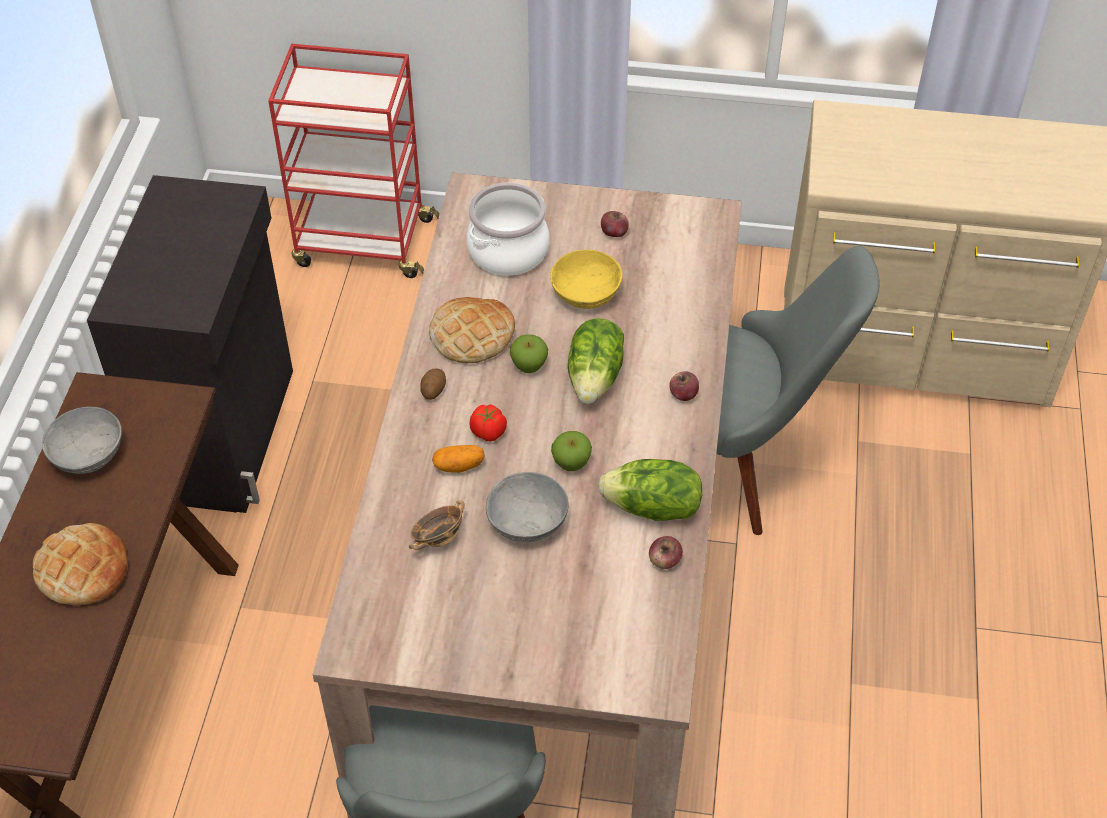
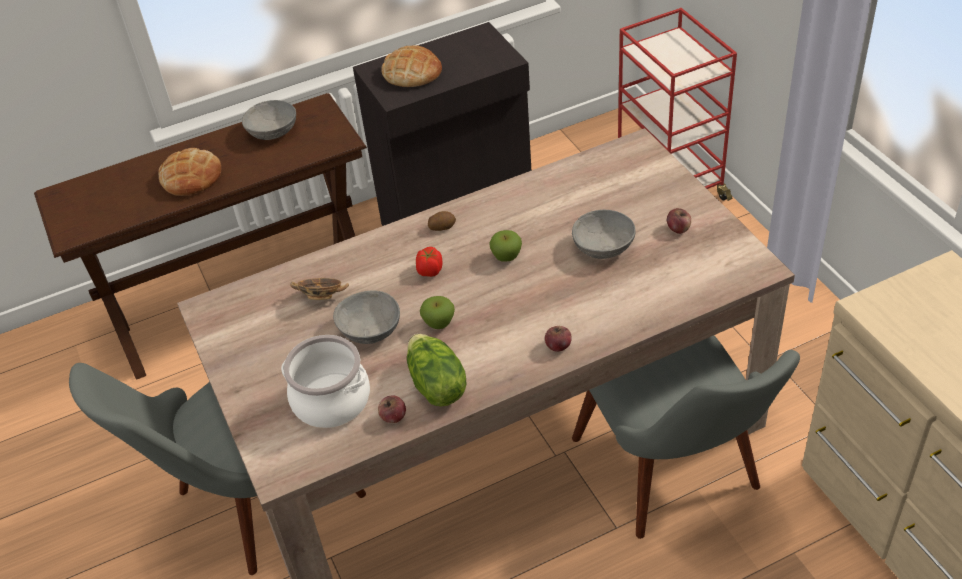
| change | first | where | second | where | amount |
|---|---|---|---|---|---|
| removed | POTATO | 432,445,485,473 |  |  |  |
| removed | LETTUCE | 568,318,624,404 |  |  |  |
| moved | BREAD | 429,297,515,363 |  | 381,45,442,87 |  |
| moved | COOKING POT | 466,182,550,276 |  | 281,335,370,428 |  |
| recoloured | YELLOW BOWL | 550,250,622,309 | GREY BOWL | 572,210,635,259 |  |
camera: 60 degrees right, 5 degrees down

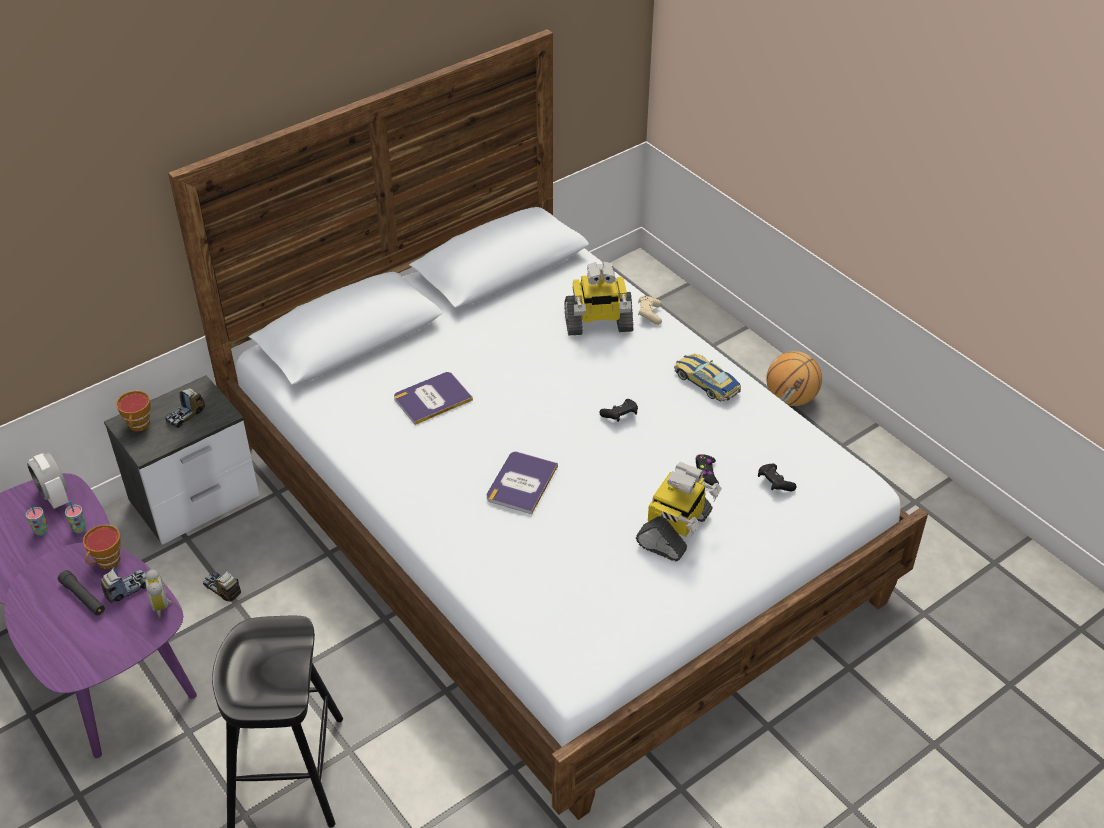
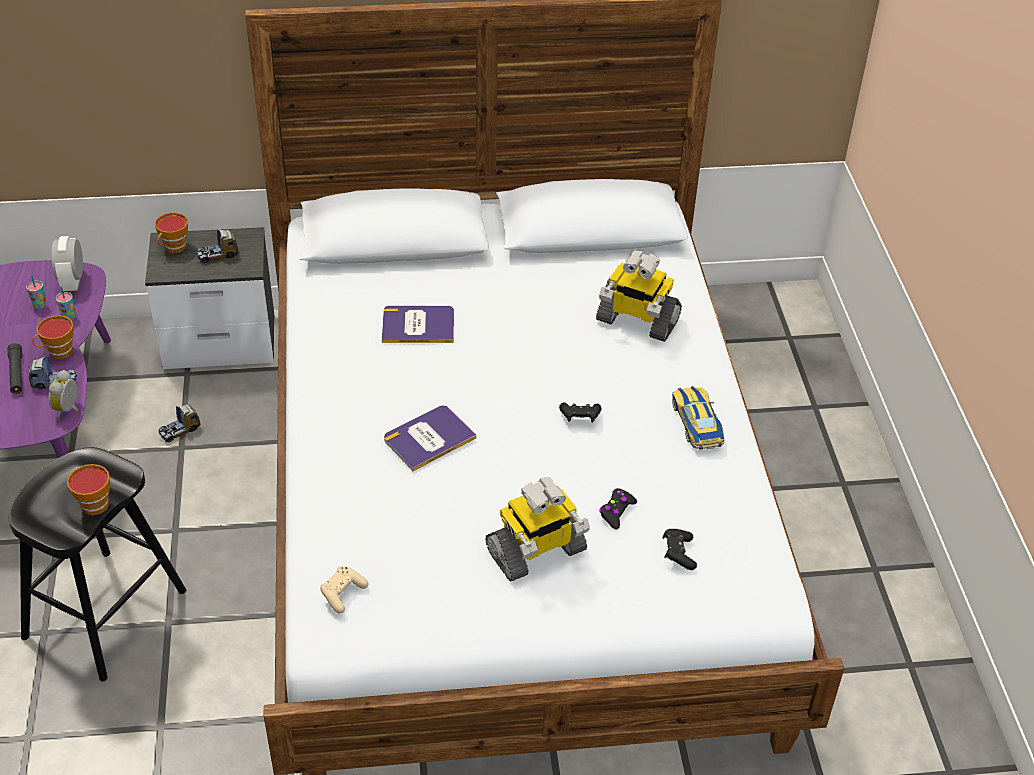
| change | first | where | second | where | amount |
|---|---|---|---|---|---|
| removed | BASKETBALL | 766,351,822,406 |  |  |  |
| added |  |  | CUP | 67,464,110,515 |  |
| moved | BEIGE GAME CONTROLLER | 638,296,662,325 |  | 320,566,368,614 |  |
| turned | TOY TRUCK | 203,570,241,602 |  | 159,404,200,442 | 105 degrees counterclockwise |
camera: 30 degrees right, 0 degrees up

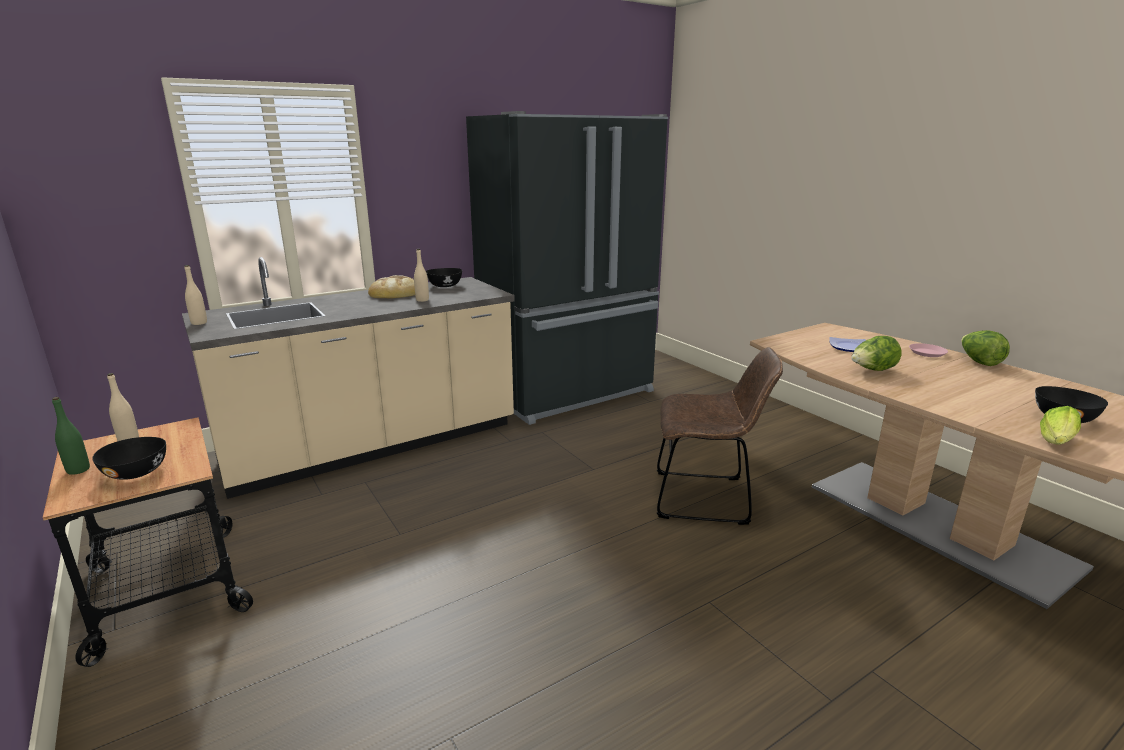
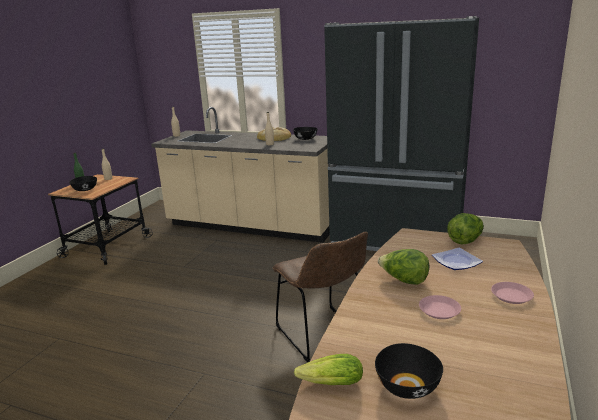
| change | first | where | second | where | amount |
|---|---|---|---|---|---|
| added |  |  | PINK PLATE | 419,295,461,319 |  |
| moved | LETTUCE | 961,330,1010,366 |  | 447,213,484,244 |  |
camera: 55 degrees right, 0 degrees up

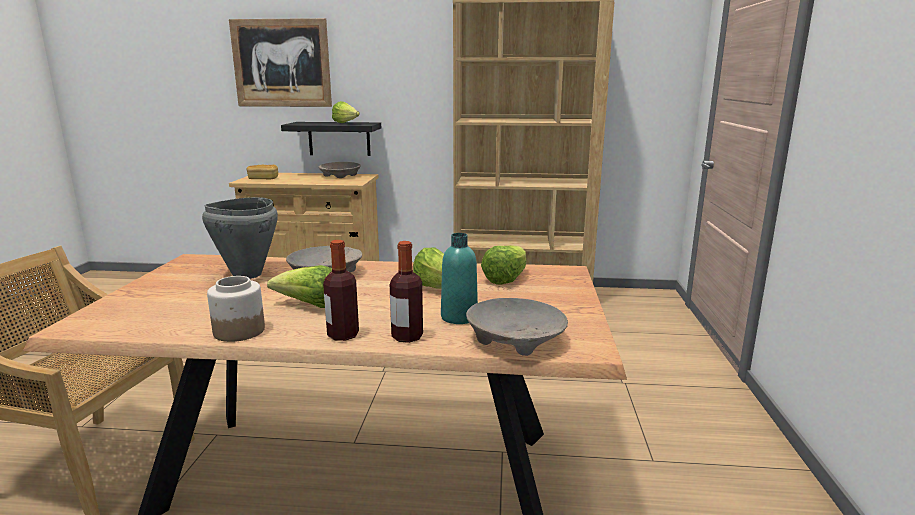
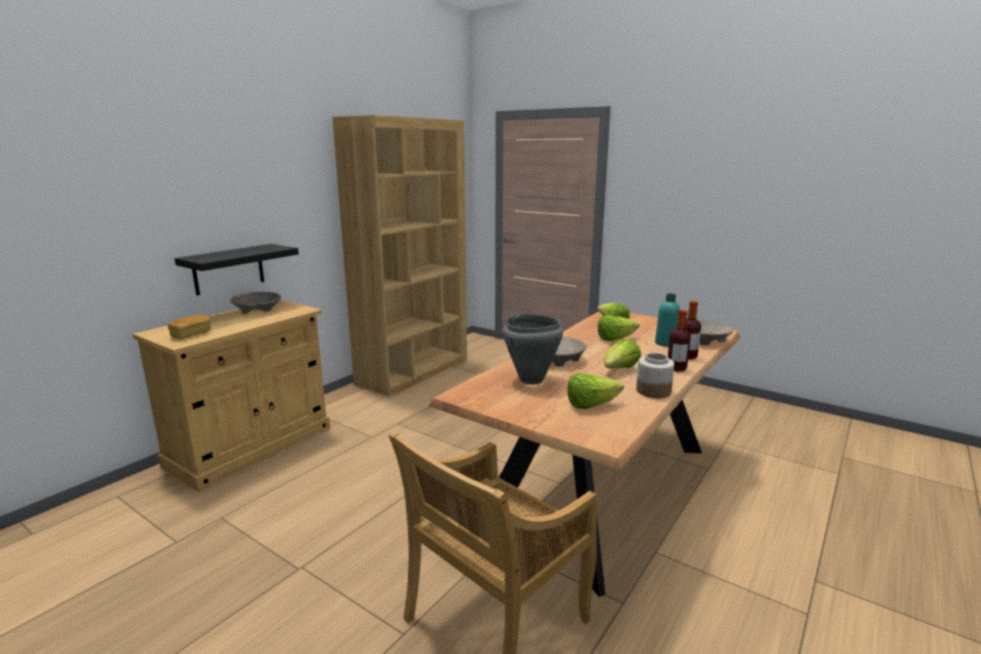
| change | first | where | second | where | amount |
|---|---|---|---|---|---|
| removed | PICTURE | 229,18,332,107 |  |  |  |
| moved | LETTUCE | 332,101,360,123 |  | 567,373,624,409 |  |
camera: 60 degrees left, 0 degrees up

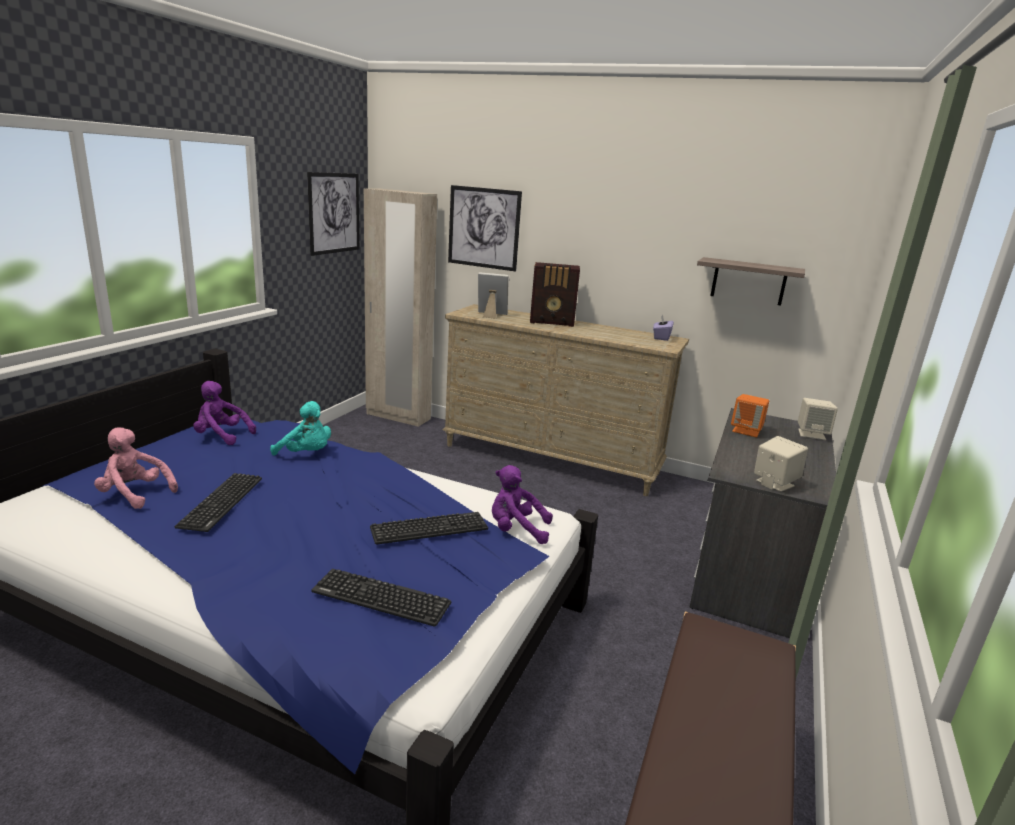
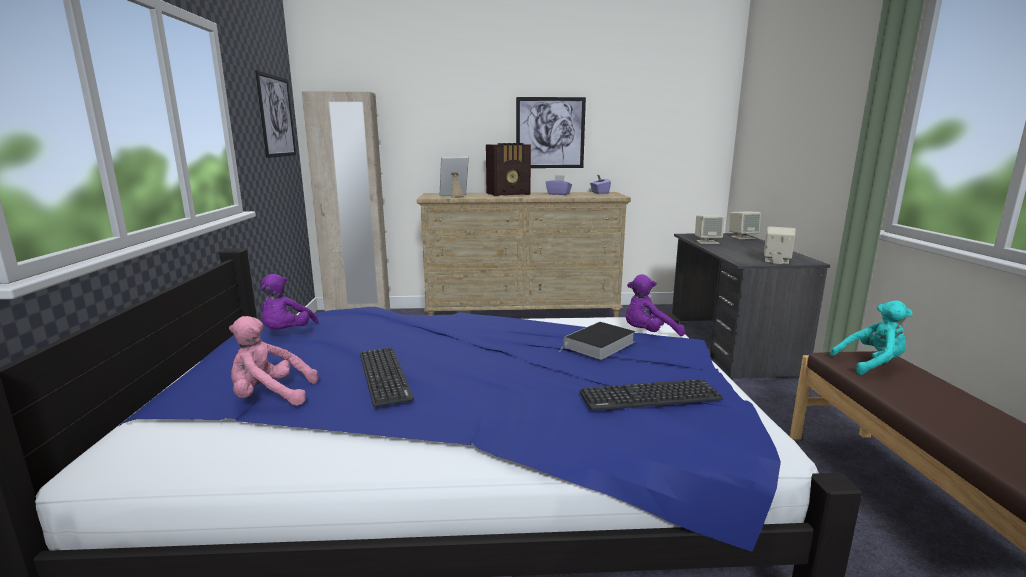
| change | first | where | second | where | amount |
|---|---|---|---|---|---|
| removed | SHELF | 697,257,805,306 |  |  |  |
| added |  |  | PURPLE TISSUE BOX | 546,175,572,195 |  |
| moved | TURQUOISE PLUSH TOY | 270,401,331,456 |  | 830,300,913,375 |  |
| moved | PICTURE | 448,185,522,271 |  | 516,97,586,168 |  |
| replaced | KEYBOARD | 370,512,488,545 | BOOK | 558,322,635,360 |  |
| recoloured | ORANGE SPEAKER | 731,394,769,437 | BEIGE SPEAKER | 695,215,725,244 |  |
| turned | PURPLE PLUSH TOY | 193,381,256,445 |  | 261,274,318,330 | 75 degrees counterclockwise |
camera: 25 degrees left, 5 degrees down

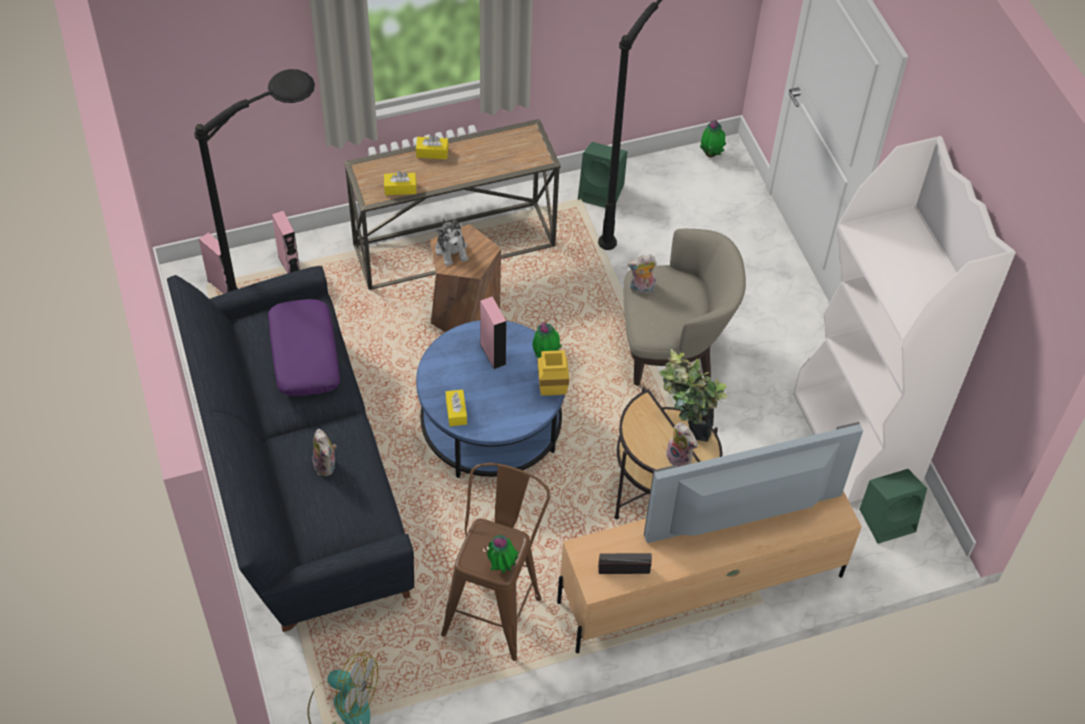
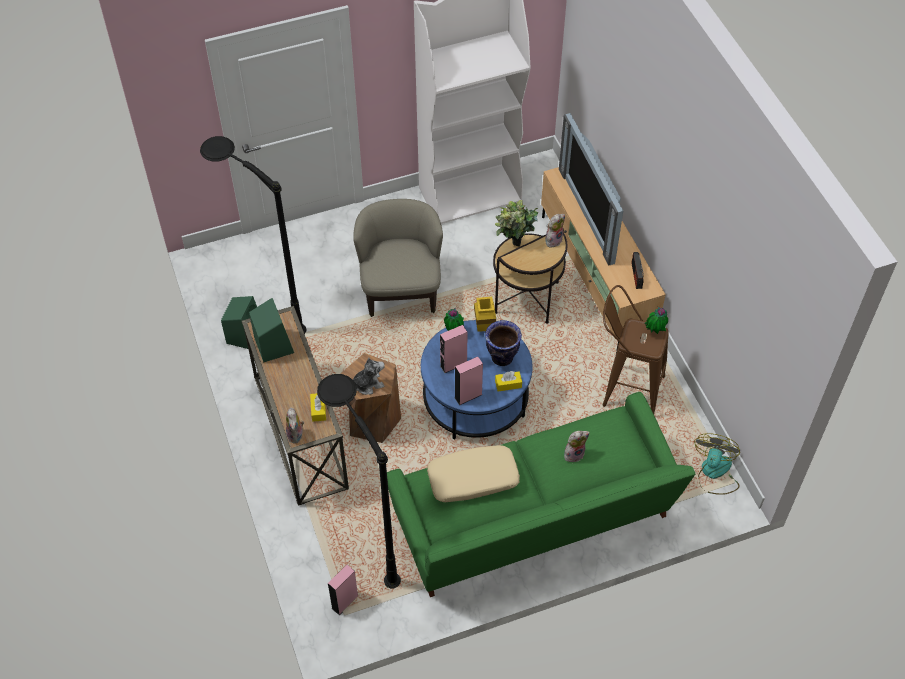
| change | first | where | second | where | amount |
|---|---|---|---|---|---|
| removed | YELLOW TISSUE BOX | 416,135,449,159 |  |  |  |
| removed | POTTED PLANT | 700,120,726,158 |  |  |  |
| added |  |  | VASE | 485,320,522,366 |  |
| moved | PINK SPEAKER | 272,211,300,274 |  | 455,357,483,405 |  |
| moved | PLUSH TOY | 628,254,657,294 |  | 286,407,304,444 |  |
| moved | GREEN SPEAKER | 859,469,927,544 |  | 249,298,294,362 |  |
| recoloured | BLACK SOFA | 167,266,414,632 | GREEN SOFA | 387,392,695,597 |  |
| recoloured | PURPLE PILLOW | 268,299,340,396 | BEIGE PILLOW | 427,445,520,502 |  |
camera: 90 degrees left, 0 degrees up

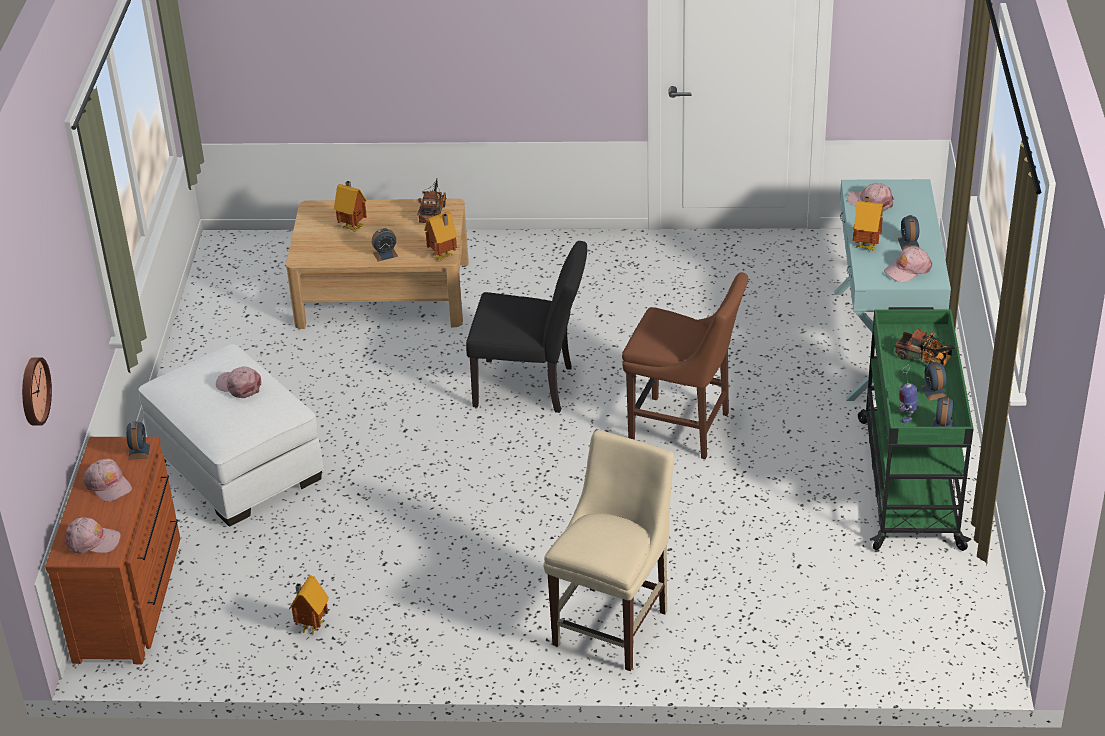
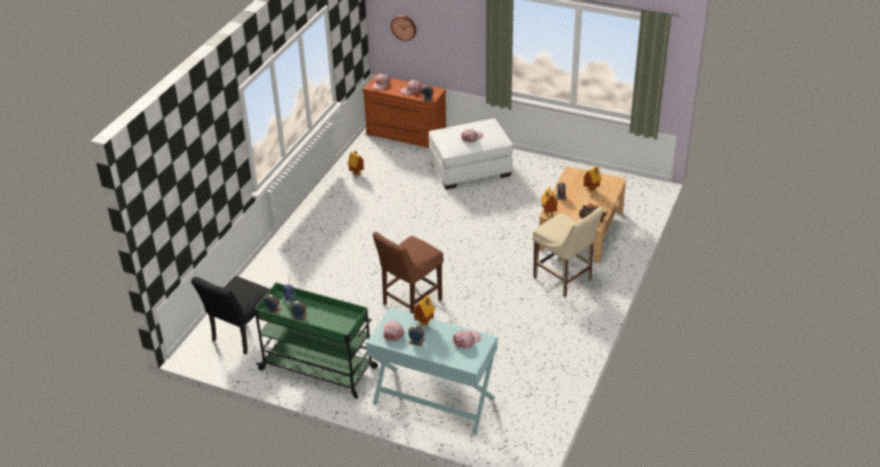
| change | first | where | second | where | amount |
|---|---|---|---|---|---|
| removed | TOY TRUCK | 895,327,957,366 |  |  |  |
| moved | BLACK CHAIR | 466,241,587,413 |  | 191,276,270,355 |  |
| moved | BEIGE CHAIR | 543,430,674,671 |  | 532,207,603,297 |  |
camera: 110 degrees right, 0 degrees up

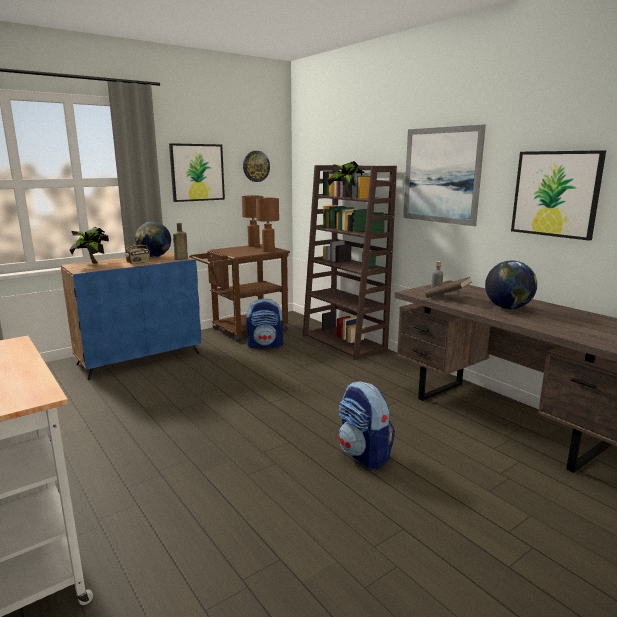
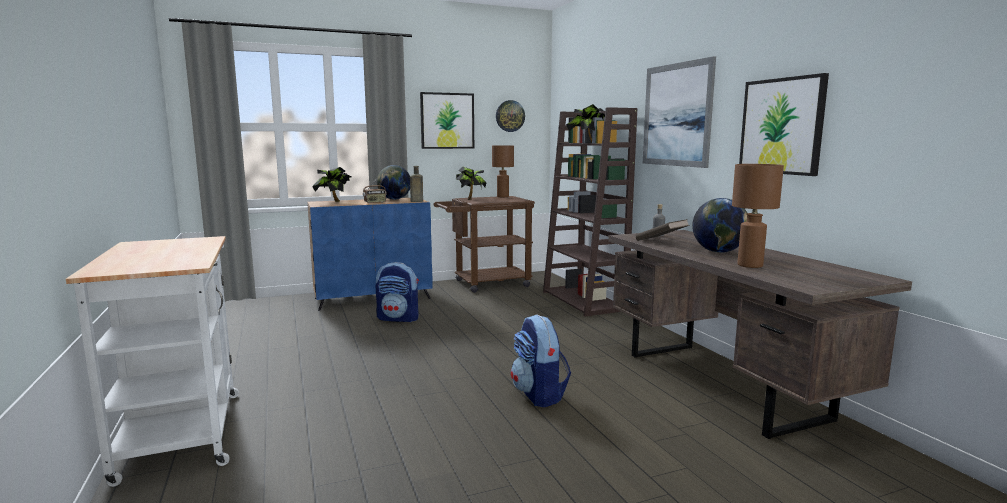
| change | first | where | second | where | amount |
|---|---|---|---|---|---|
| added |  |  | POTTED PLANT | 456,166,486,200 |  |
| moved | BACKPACK | 246,298,283,348 |  | 376,262,419,322 |  |
| moved | BROWN TABLE LAMP | 256,198,279,252 |  | 732,164,784,268 |  |
camera: 15 degrees right, 5 degrees down

